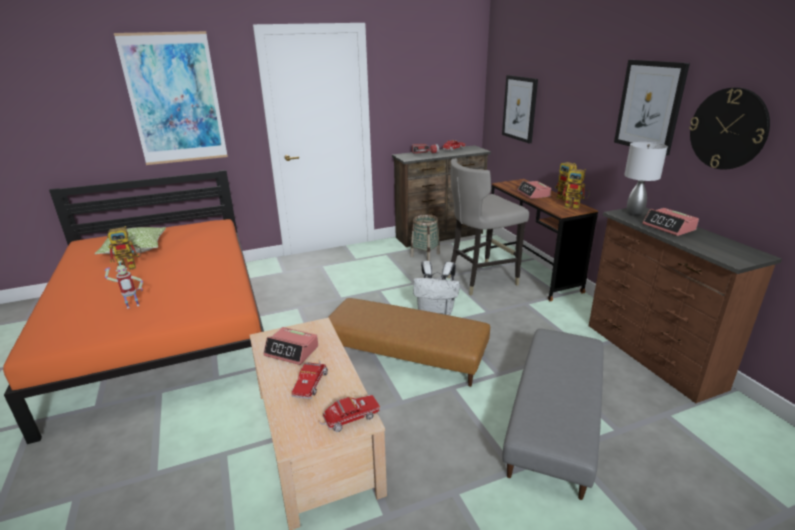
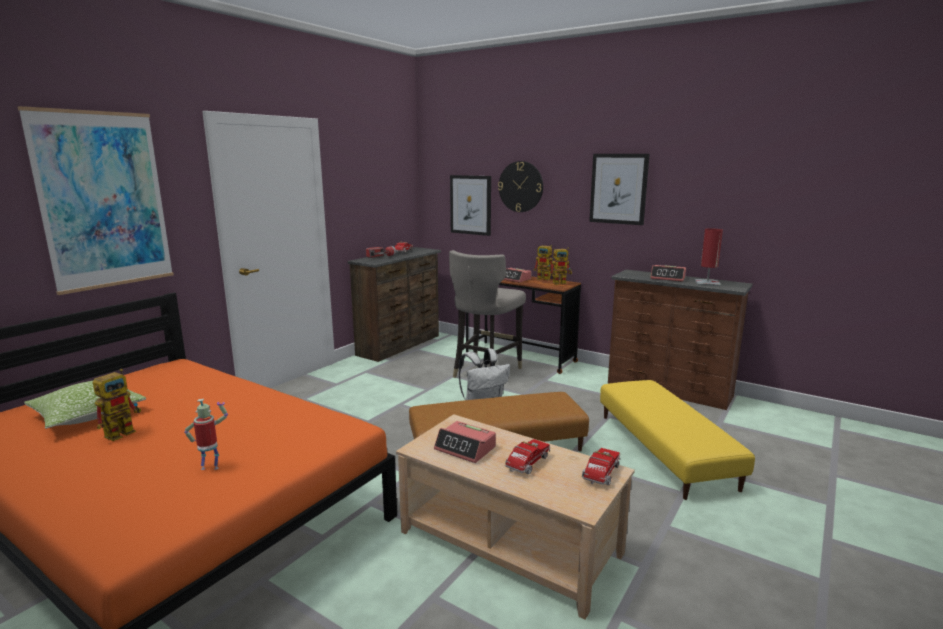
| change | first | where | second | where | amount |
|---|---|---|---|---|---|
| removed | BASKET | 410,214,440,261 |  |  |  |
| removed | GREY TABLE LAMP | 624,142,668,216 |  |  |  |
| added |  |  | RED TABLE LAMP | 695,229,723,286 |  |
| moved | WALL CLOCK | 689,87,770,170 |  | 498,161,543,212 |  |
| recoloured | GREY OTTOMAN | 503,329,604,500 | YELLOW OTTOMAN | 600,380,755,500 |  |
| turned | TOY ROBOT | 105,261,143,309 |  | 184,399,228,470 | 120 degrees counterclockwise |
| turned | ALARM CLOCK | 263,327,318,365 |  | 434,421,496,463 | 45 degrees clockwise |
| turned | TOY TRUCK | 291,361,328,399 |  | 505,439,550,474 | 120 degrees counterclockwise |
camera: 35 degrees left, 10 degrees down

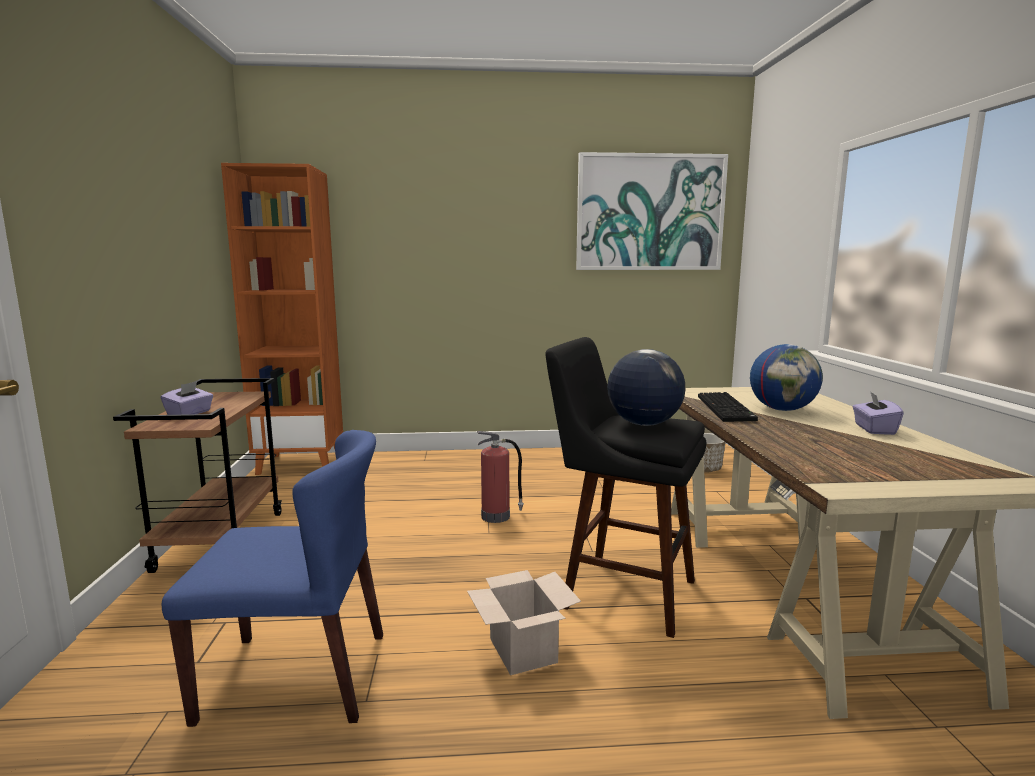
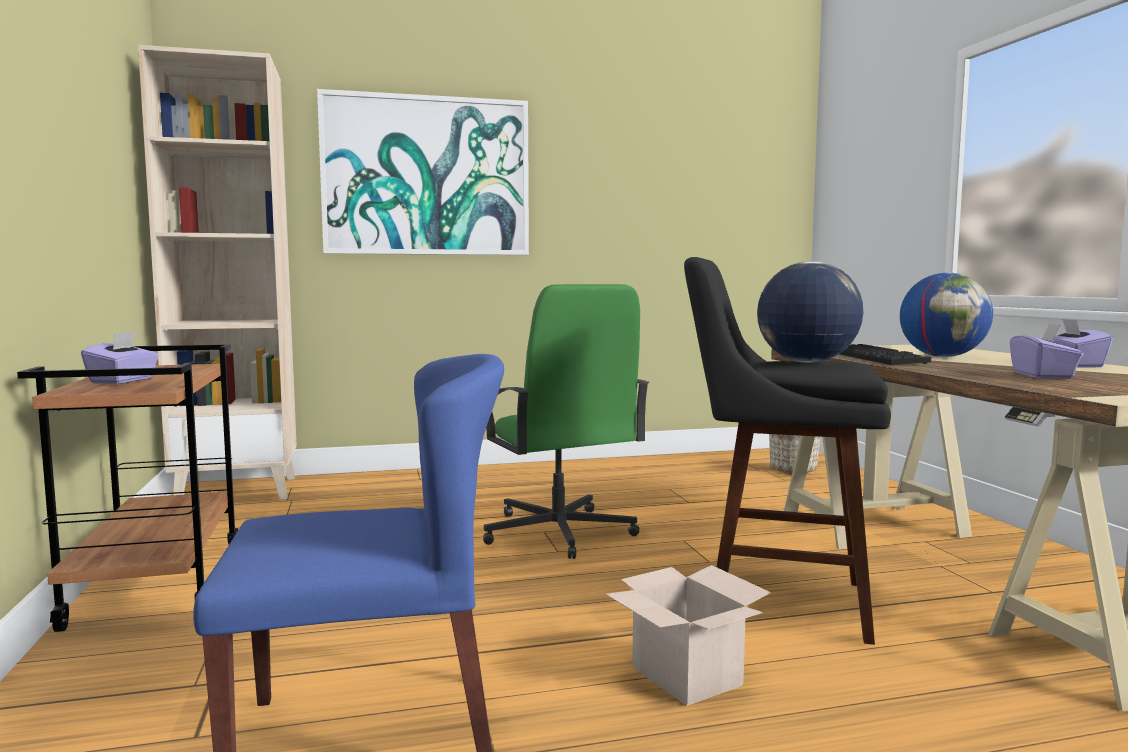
| change | first | where | second | where | amount |
|---|---|---|---|---|---|
| added |  |  | PURPLE TISSUE BOX | 1010,324,1083,379 |  |
| moved | PICTURE | 576,152,728,270 |  | 317,89,529,255 |  |
| replaced | FIRE EXTINGUISHER | 477,431,524,523 | GREEN OFFICE CHAIR | 483,284,650,559 |  |
| recoloured | ORANGE BOOKCASE | 221,163,343,475 | BEIGE BOOKCASE | 138,45,297,500 |  |
camera: 10 degrees left, 5 degrees down

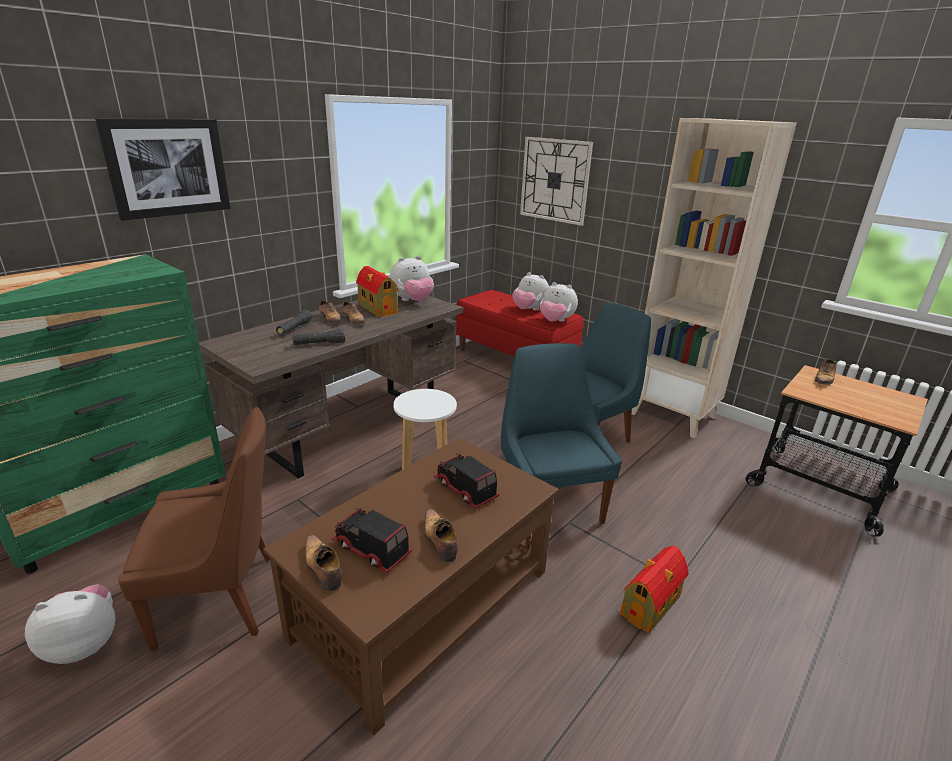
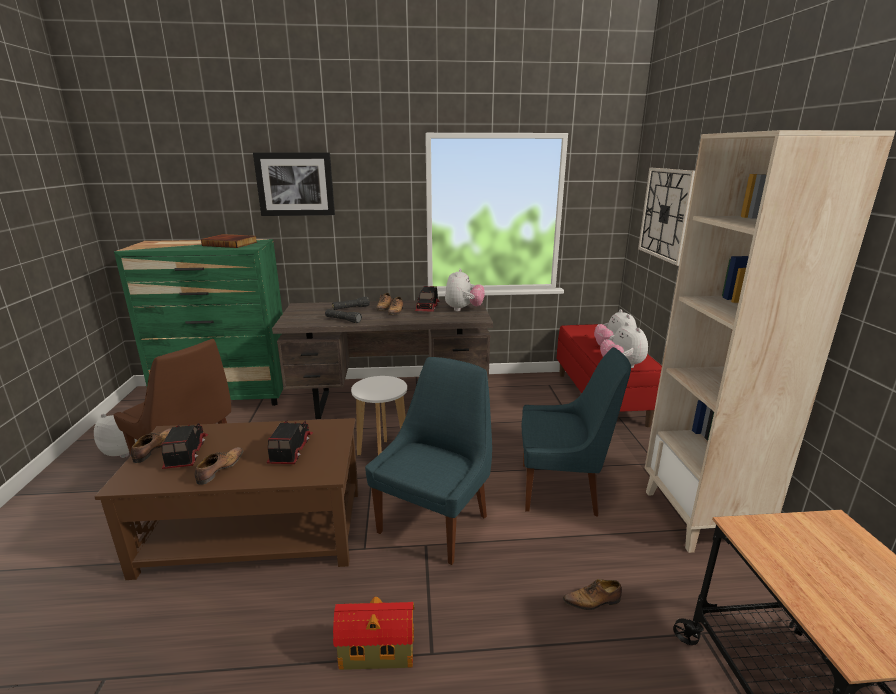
| change | first | where | second | where | amount |
|---|---|---|---|---|---|
| added |  |  | BOOK | 201,234,257,248 |  |
| moved | SHOE | 815,359,836,385 |  | 563,579,622,610 |  |
| replaced | TOY HOUSE | 356,266,399,317 | TOY TRUCK | 414,286,439,312 |  |
| turned | PLUSH TOY | 390,256,434,301 |  | 445,269,485,311 | 90 degrees counterclockwise |
camera: 45 degrees right, 5 degrees down

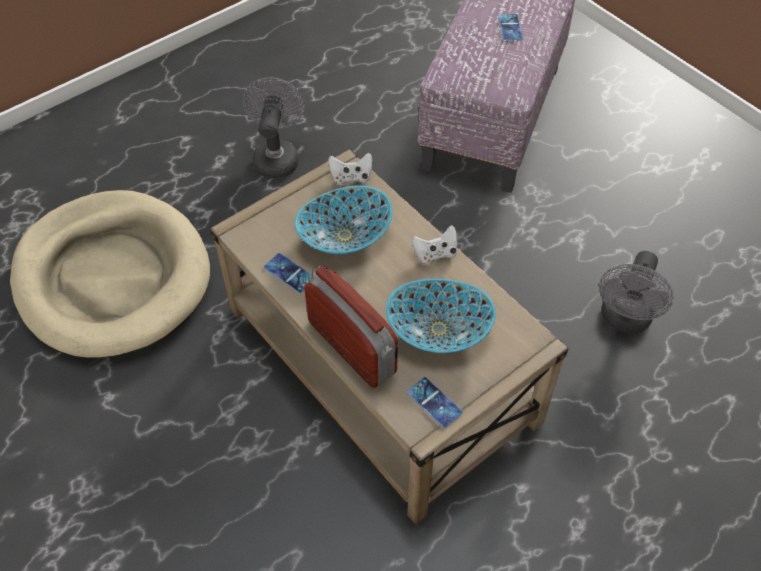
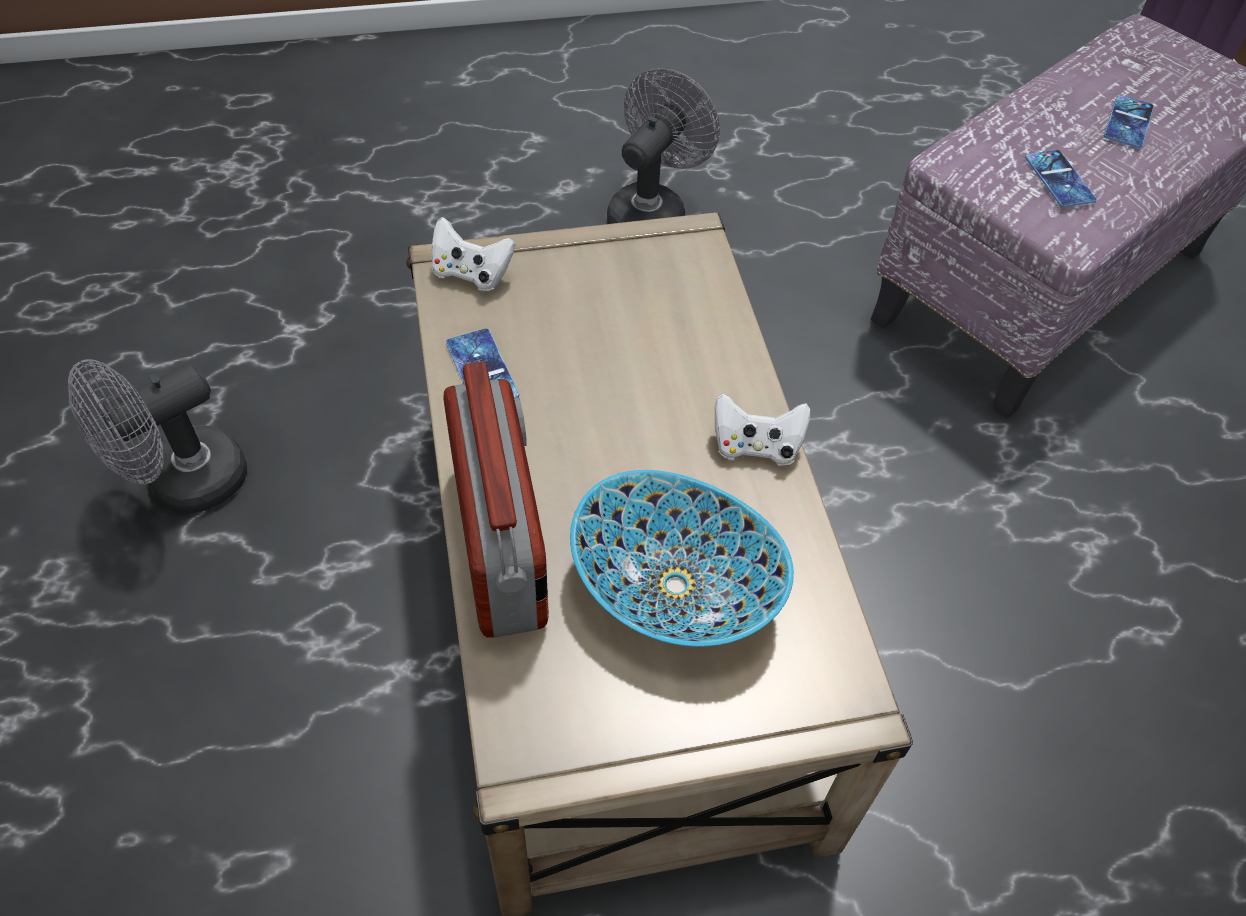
| change | first | where | second | where | amount |
|---|---|---|---|---|---|
| removed | BEIGE DOG BED | 10,190,210,358 |  |  |  |
| removed | BOWL | 295,185,392,255 |  |  |  |
| moved | WHITE GAME CONTROLLER | 328,153,372,185 |  | 431,217,515,291 |  |
| moved | PHONE | 407,377,463,428 |  | 1025,150,1097,207 |  |
| moved | GREY FAN | 599,251,673,333 |  | 68,359,247,513 |  |
camera: 25 degrees right, 0 degrees up

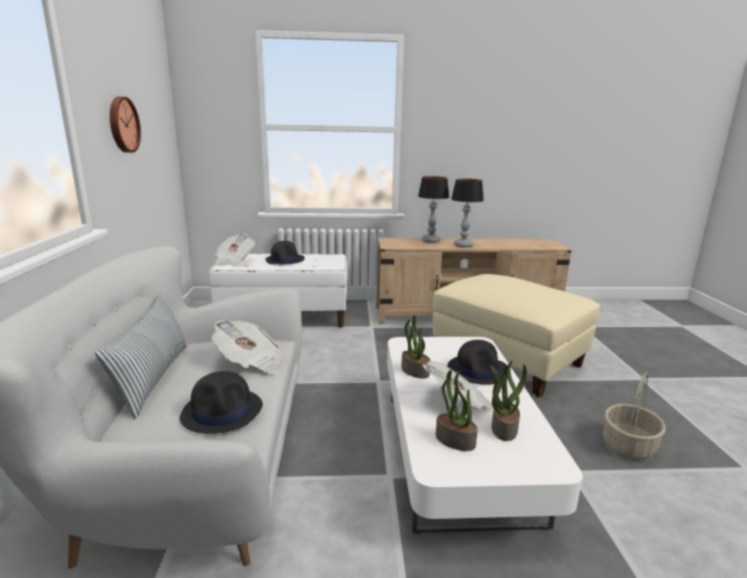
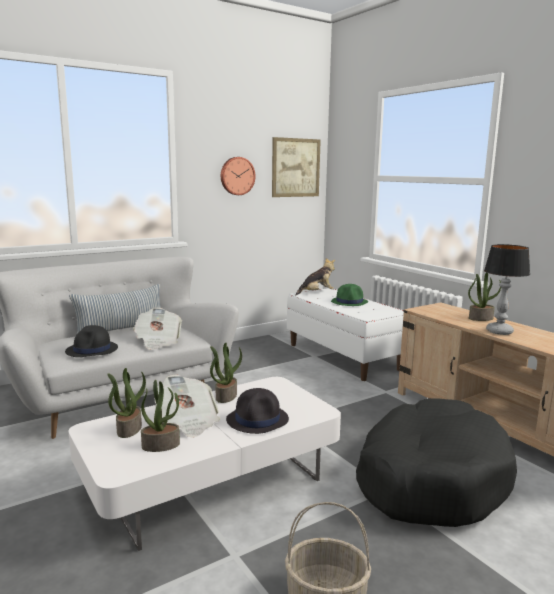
| change | first | where | second | where | amount |
|---|---|---|---|---|---|
| added |  |  | PICTURE | 272,137,321,197 |  |
| replaced | NEWSPAPER | 214,234,255,266 | PLUSH TOY | 296,258,335,295 |  |
| replaced | TABLE LAMP | 418,176,449,243 | POTTED PLANT | 468,273,501,321 |  |
| replaced | BEIGE OTTOMAN | 432,274,600,398 | BLACK DOG BED | 356,398,517,527 |  |
| recoloured | BLACK HAT | 265,241,305,264 | GREEN HAT | 331,284,368,306 |  |
camera: 60 degrees right, 5 degrees down

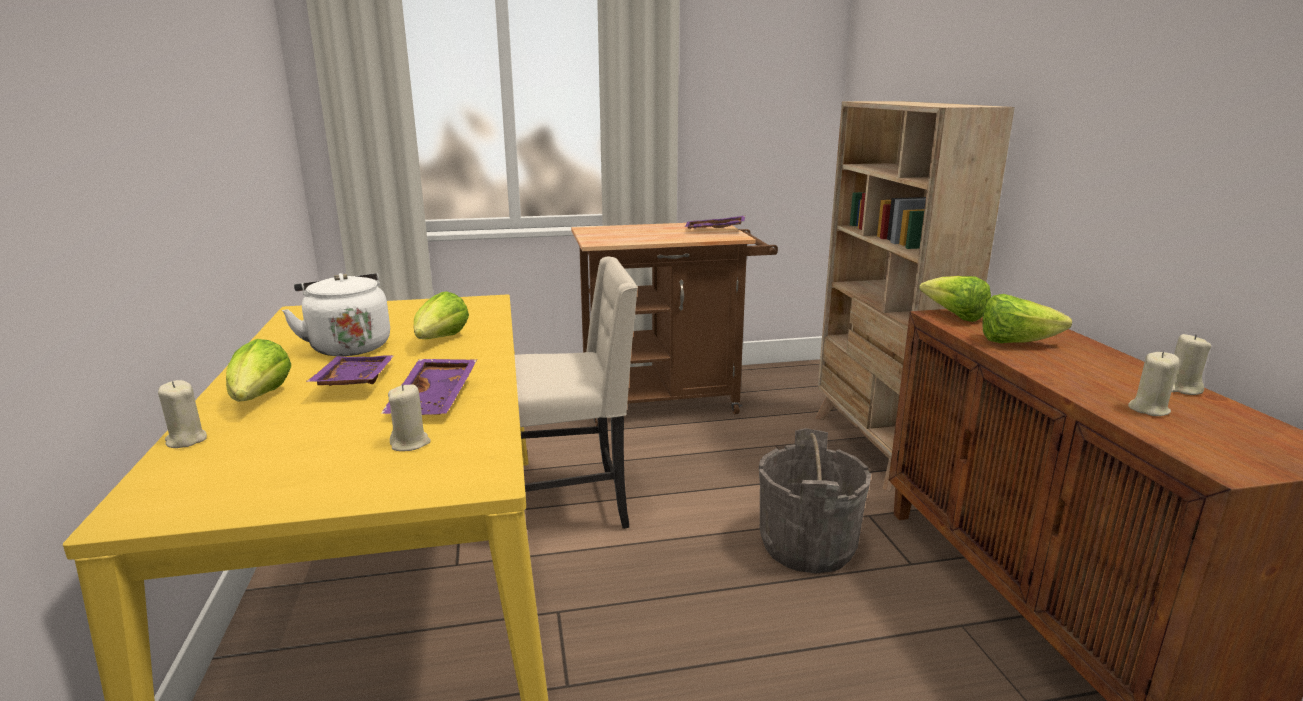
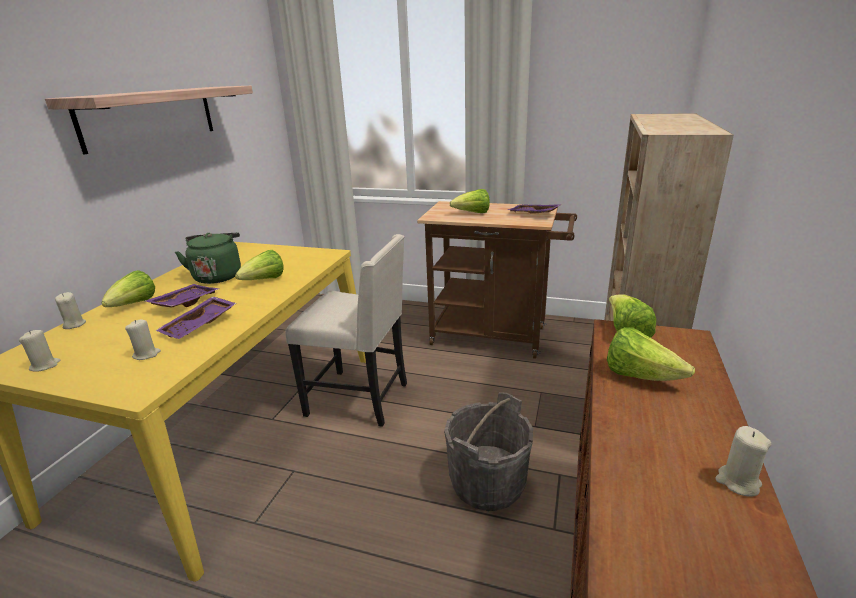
| change | first | where | second | where | amount |
|---|---|---|---|---|---|
| added |  |  | SHELF | 45,86,253,155 |  |
| added |  |  | LETTUCE | 450,189,490,213 |  |
| moved | BEIGE CANDLE | 1128,351,1179,416 |  | 19,330,60,372 |  |
| recoloured | WHITE KETTLE | 282,273,390,356 | GREEN KETTLE | 175,232,241,284 |  |
camera: 30 degrees right, 5 degrees up

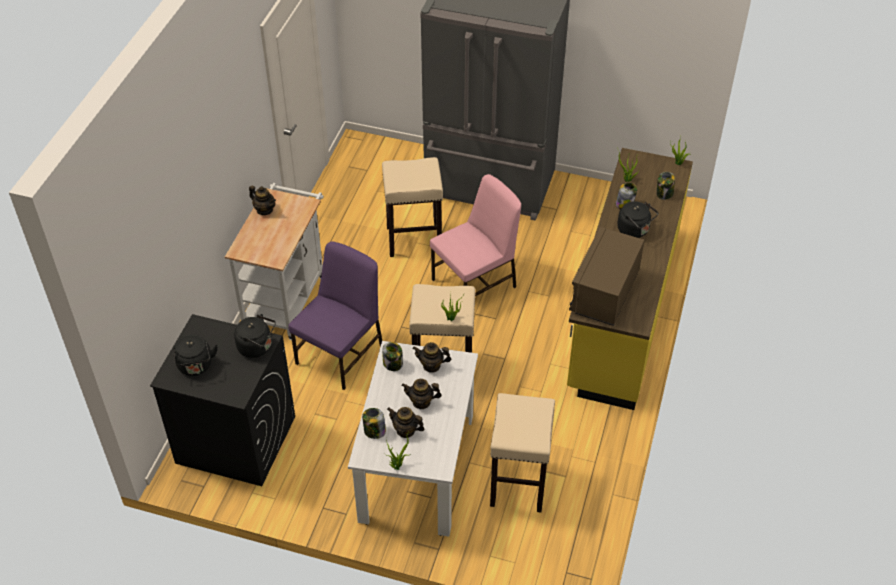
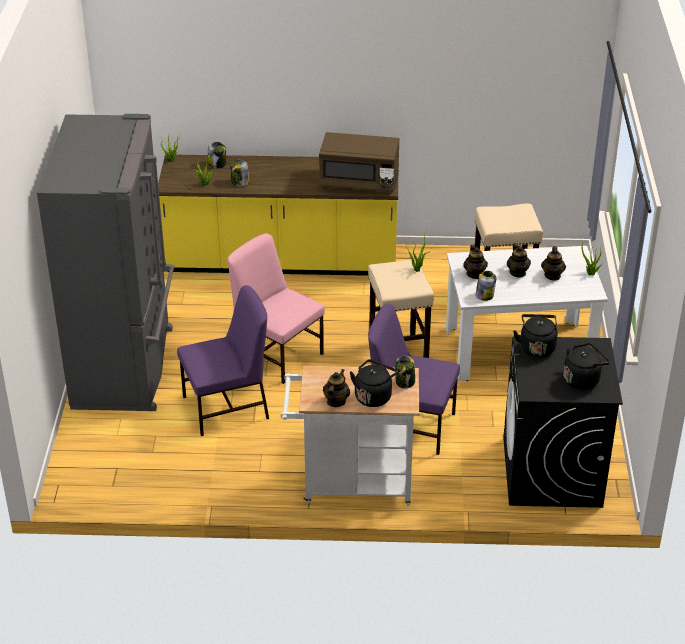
| change | first | where | second | where | amount |
|---|---|---|---|---|---|
| moved | JAR | 362,408,386,439 |  | 395,356,415,389 |  |
| moved | BLACK KETTLE | 617,201,658,238 |  | 350,359,398,407 |  |
| replaced | BEIGE STOOL | 382,157,443,257 | PURPLE CHAIR | 177,285,269,436 |  |
camera: 105 degrees left, 10 degrees down

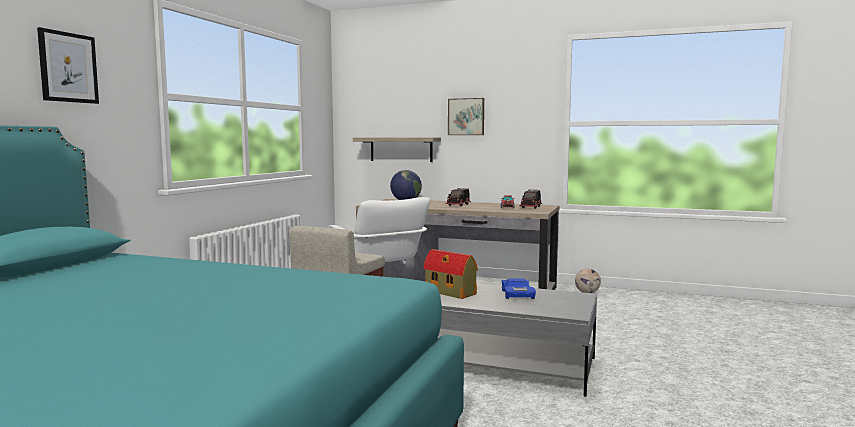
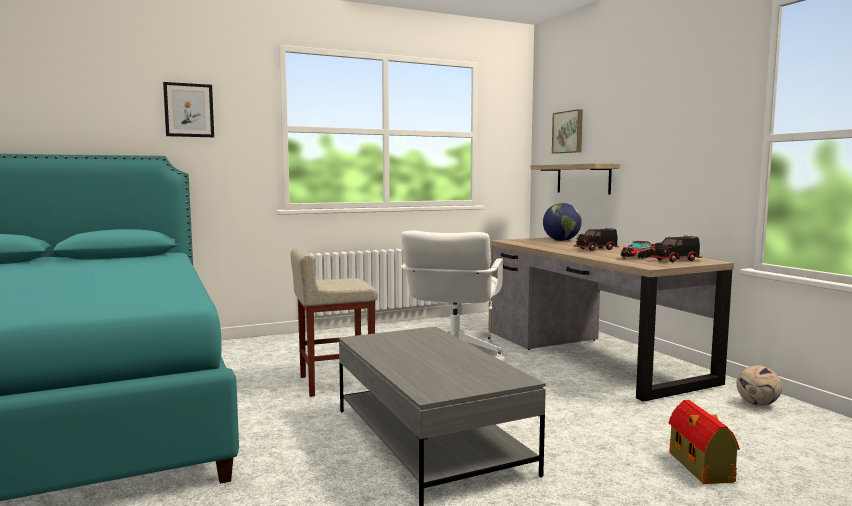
| change | first | where | second | where | amount |
|---|---|---|---|---|---|
| removed | BLUE TOY CAR | 502,278,536,299 |  |  |  |
| moved | TOY HOUSE | 424,249,478,299 |  | 669,400,740,484 |  |
| moved | PICTURE | 448,98,484,135 |  | 552,109,583,154 |  |
camera: 45 degrees right, 0 degrees up

